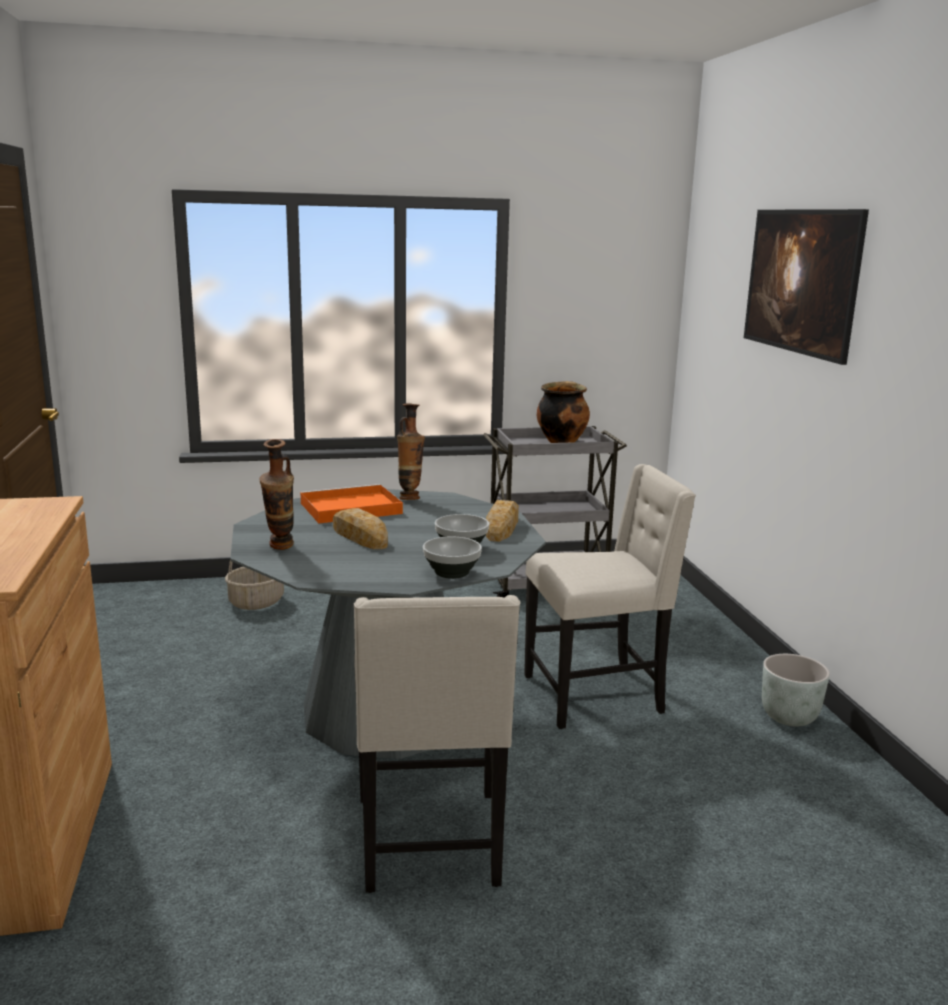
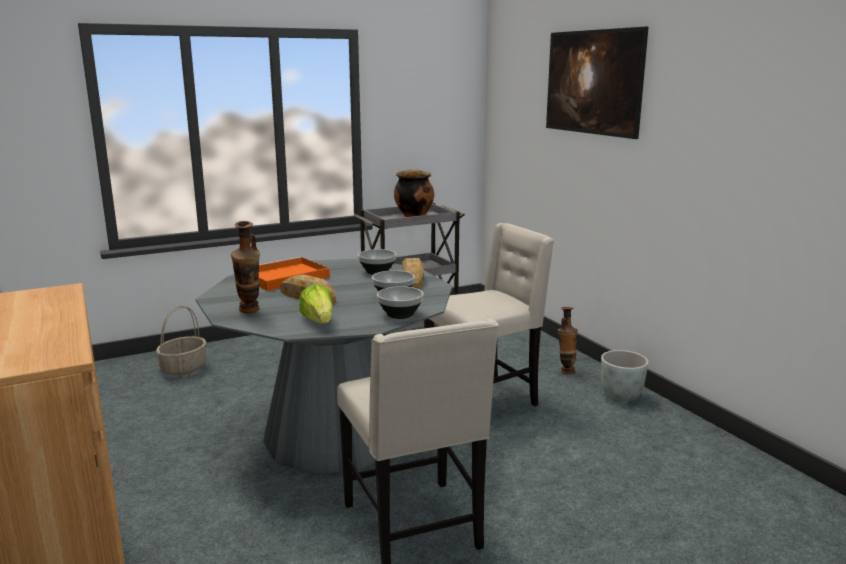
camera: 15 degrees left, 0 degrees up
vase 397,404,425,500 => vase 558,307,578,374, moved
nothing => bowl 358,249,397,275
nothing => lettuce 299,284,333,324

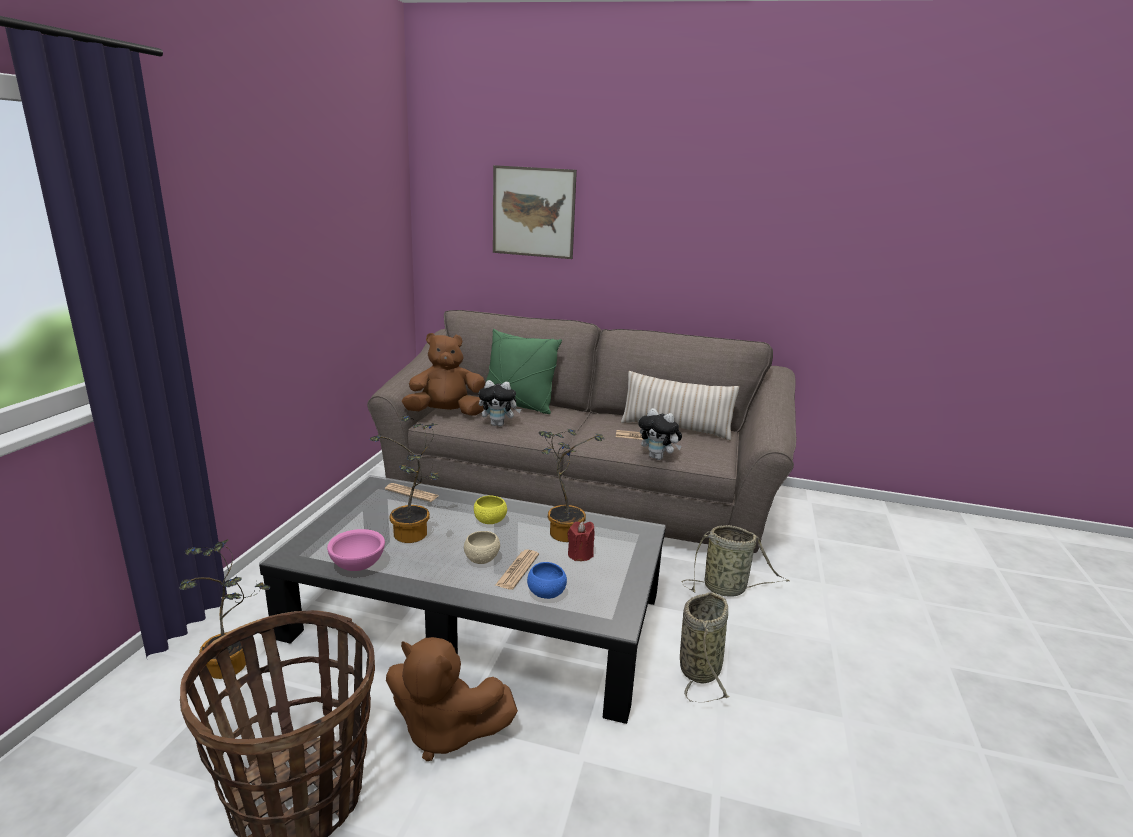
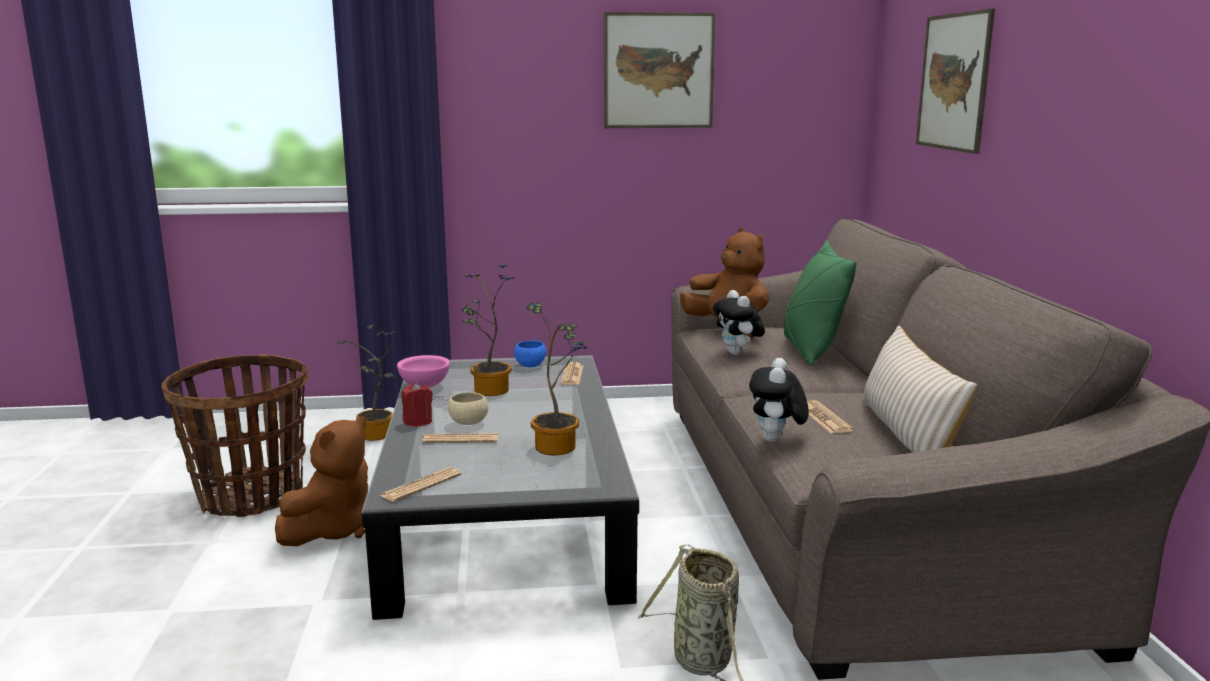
camera: 70 degrees right, 5 degrees down
bowl (yellow) 474,496,507,524 => nothing
candle (red) 568,521,595,561 => candle (red) 402,382,433,427, moved
bowl (blue) 527,562,567,599 => bowl (blue) 514,340,546,368, moved
basket 680,592,730,702 => nothing
plush toy (brown) 386,637,518,761 => plush toy (brown) 275,416,368,546, 150 degrees counterclockwise
nothing => picture 604,12,715,128
nothing => newspaper 380,467,461,502

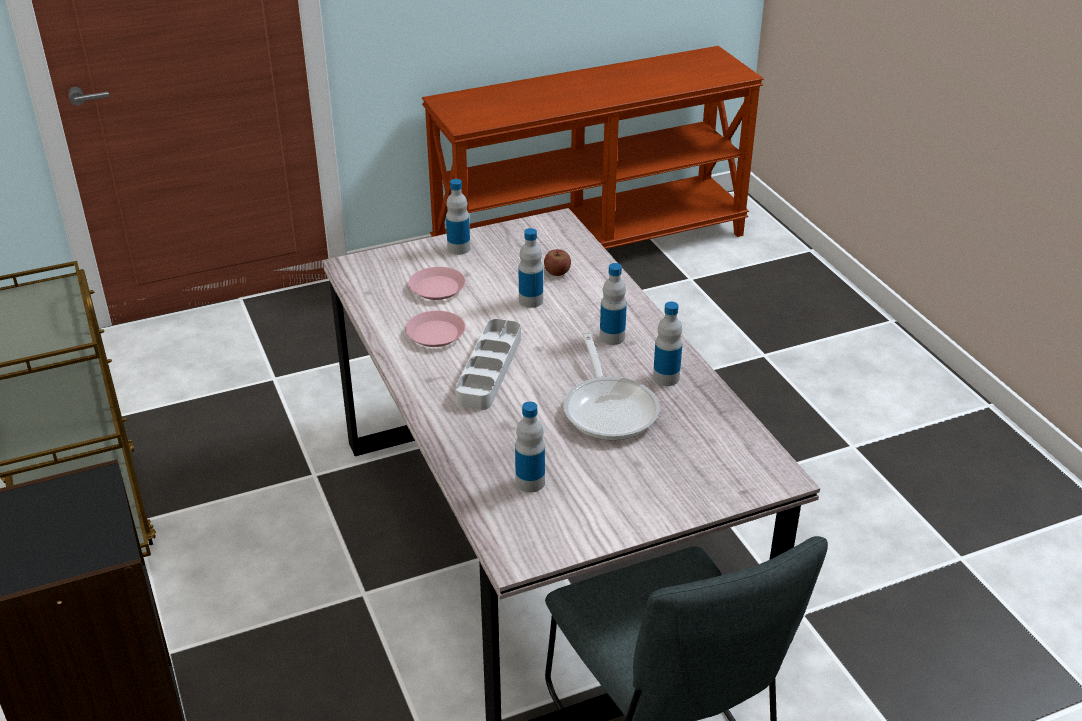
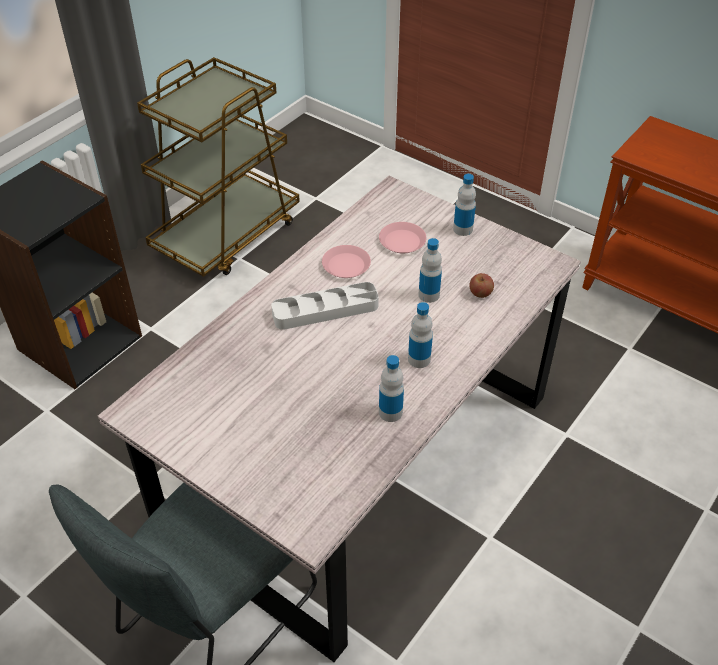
camera: 60 degrees right, 10 degrees up
frying pan 563,333,660,441 => nothing
bottle 515,402,545,493 => nothing

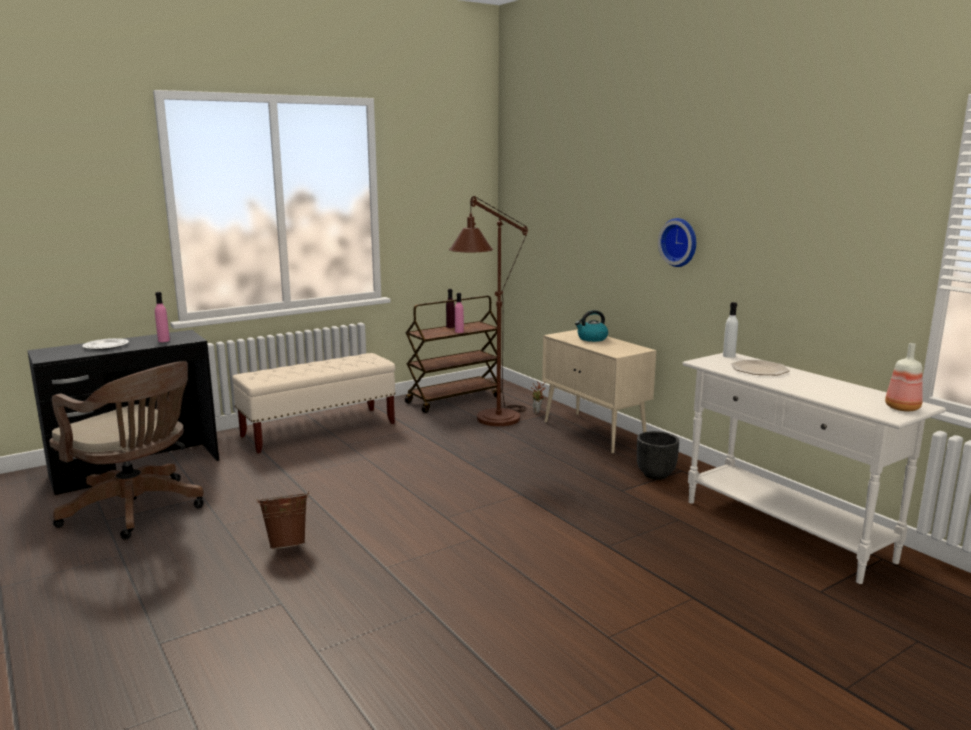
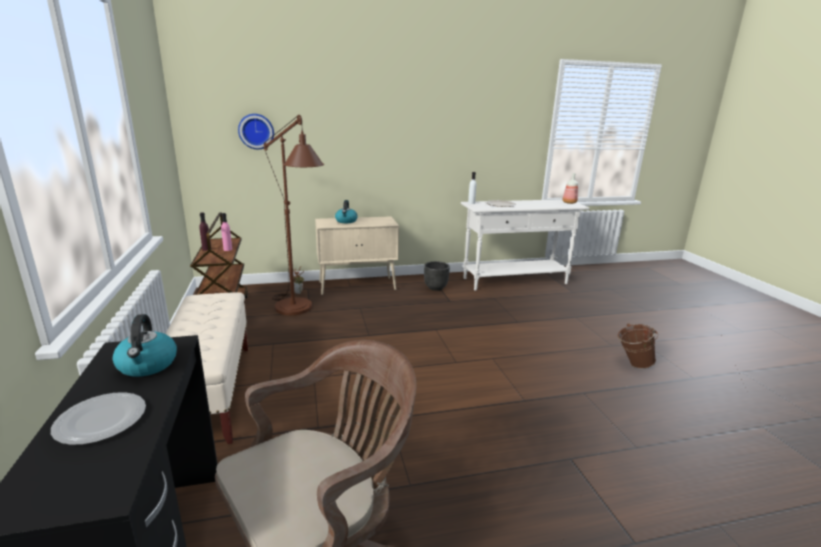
camera: 70 degrees left, 5 degrees up
wall clock 658,218,696,267 => wall clock 238,114,274,149, moved
bottle (pink) 155,292,170,342 => kettle 112,314,177,377
bucket (brown) 256,490,310,549 => bucket (brown) 618,323,658,369, moved

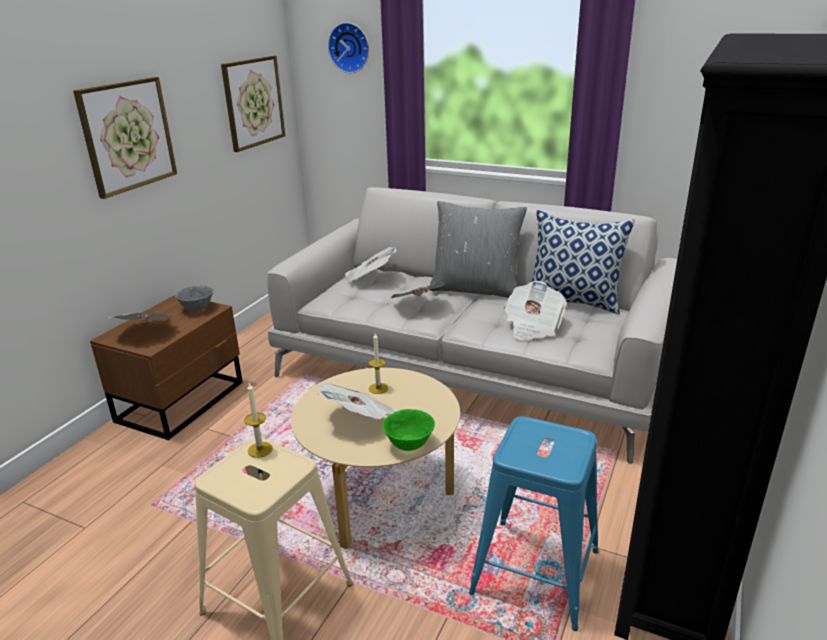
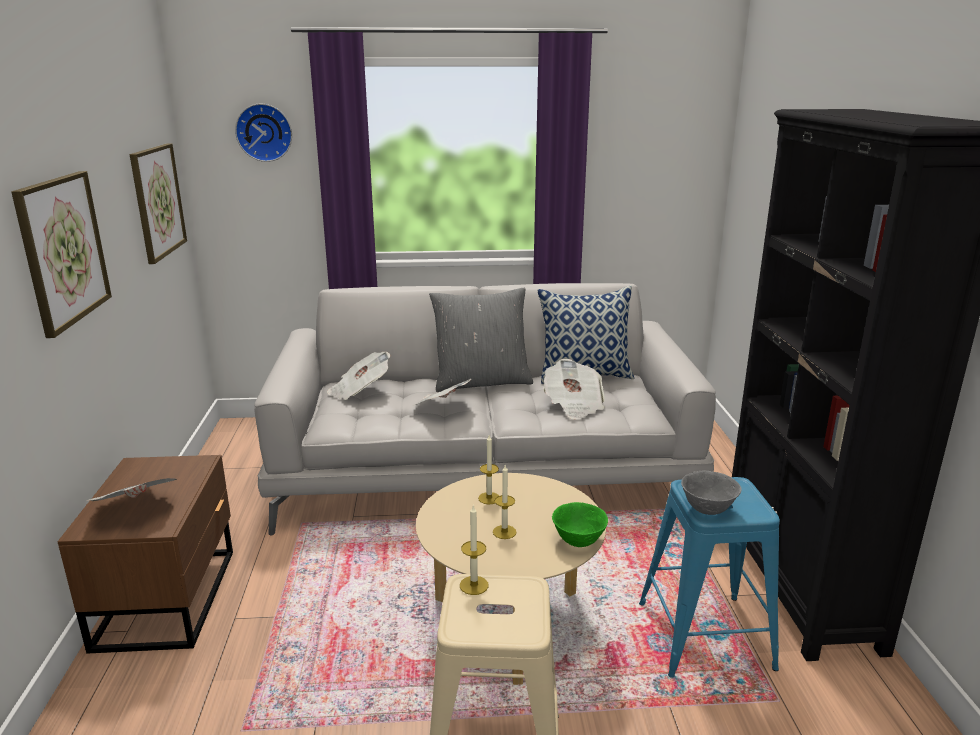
camera: 30 degrees left, 5 degrees down
bowl (grey) 175,285,214,311 => bowl (grey) 681,471,742,515, moved
newspaper 317,383,399,420 => candle 493,465,517,539

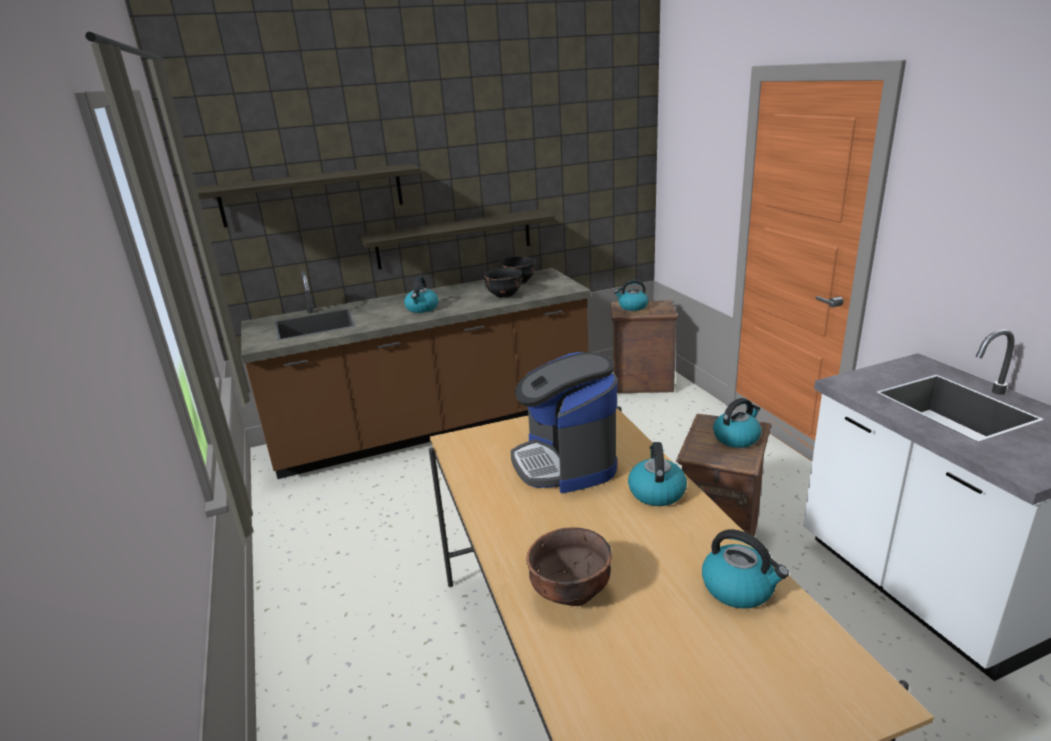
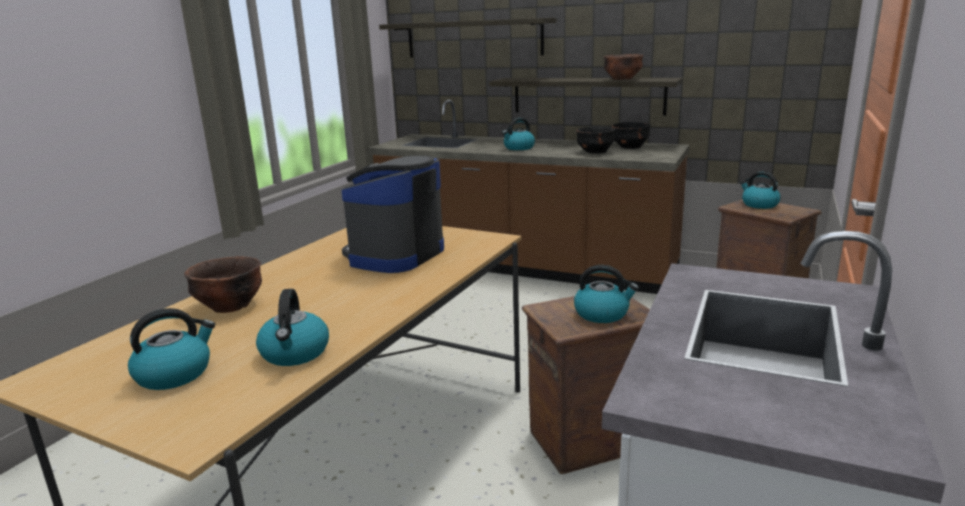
camera: 45 degrees right, 5 degrees down
kettle 628,442,687,506 => kettle 128,308,215,390, moved
nothing => bowl (brown) 604,54,644,80

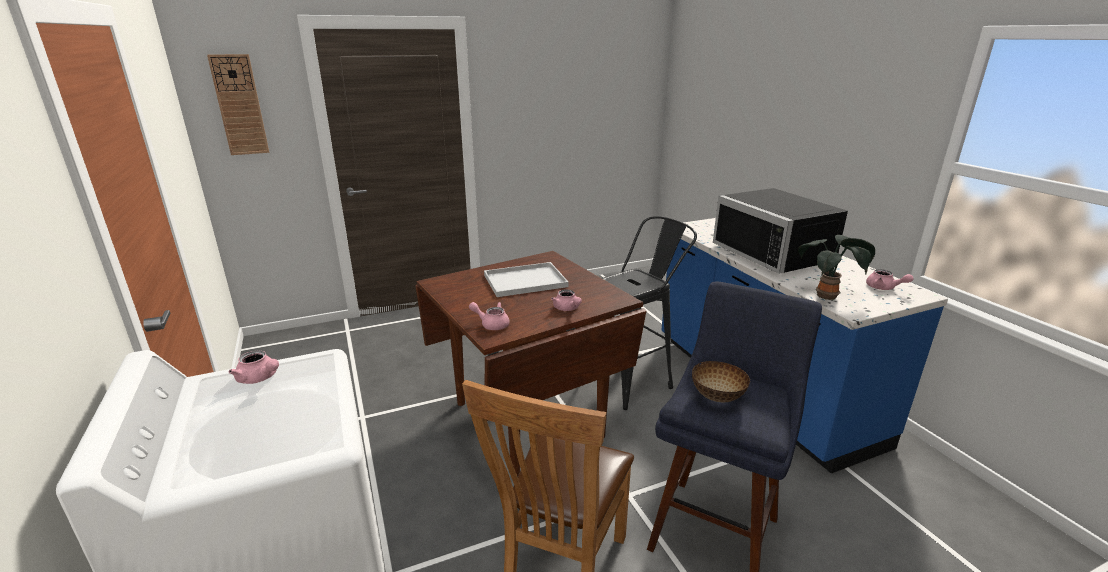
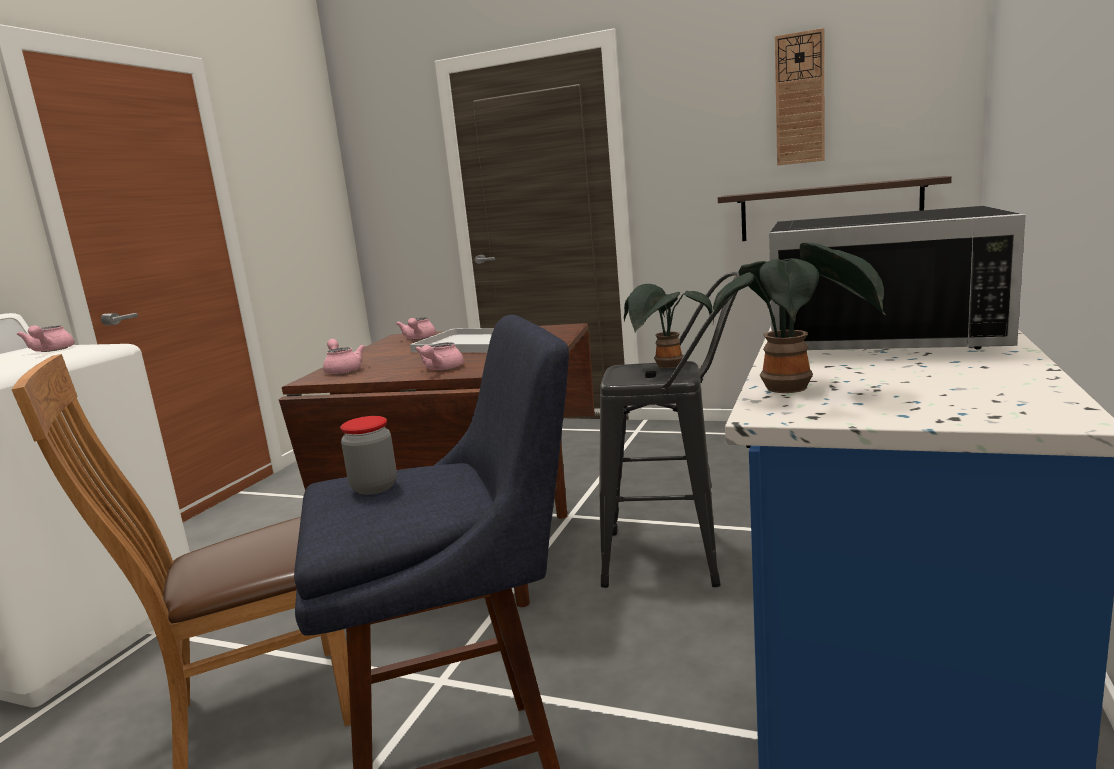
camera: 45 degrees right, 10 degrees down
wall clock 207,54,269,155 => wall clock 775,28,825,165, moved
microwave (black) 713,188,848,274 => microwave (black) 769,206,1026,350, 90 degrees counterclockwise
teapot (pink) 866,269,913,290 => teapot (pink) 396,318,436,340, moved
bowl 692,361,750,402 => jar 340,416,397,495
nothing => shelf 718,176,952,241
nothing => potted plant 624,284,713,368

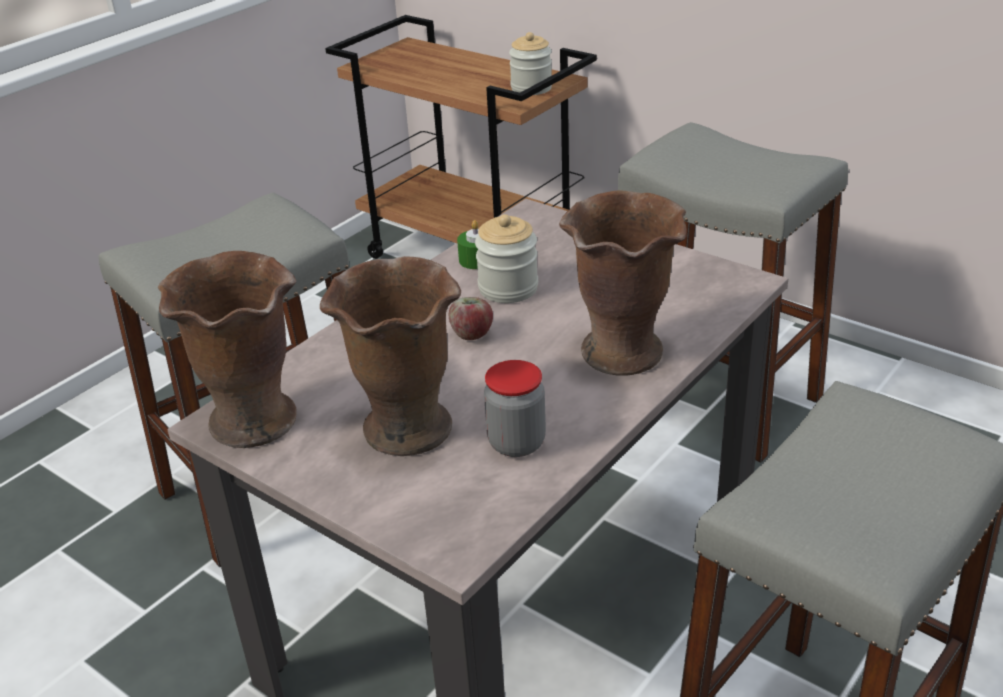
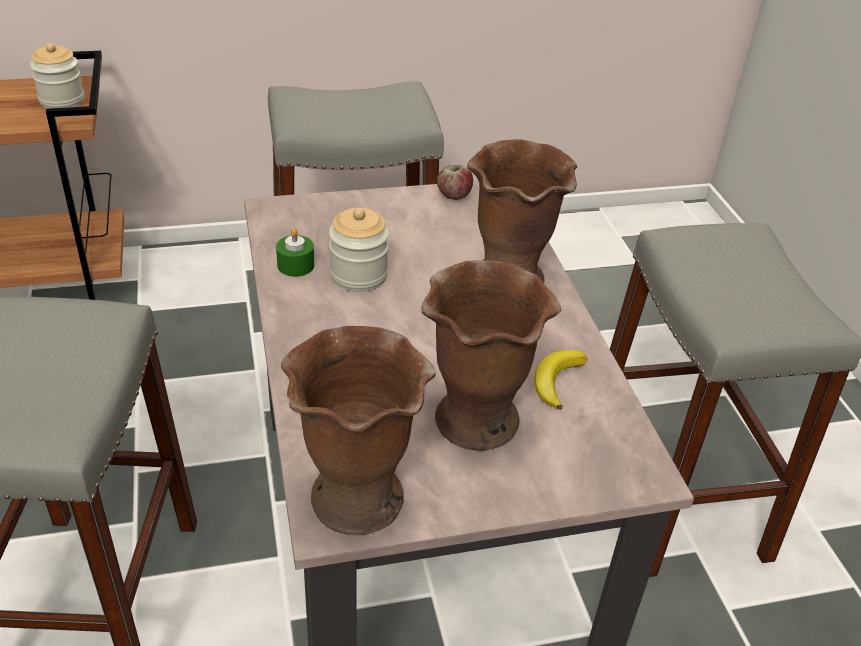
camera: 55 degrees left, 5 degrees up
apple 449,297,493,340 => apple 437,165,473,200, moved
jar 484,360,546,457 => banana 534,350,588,410

